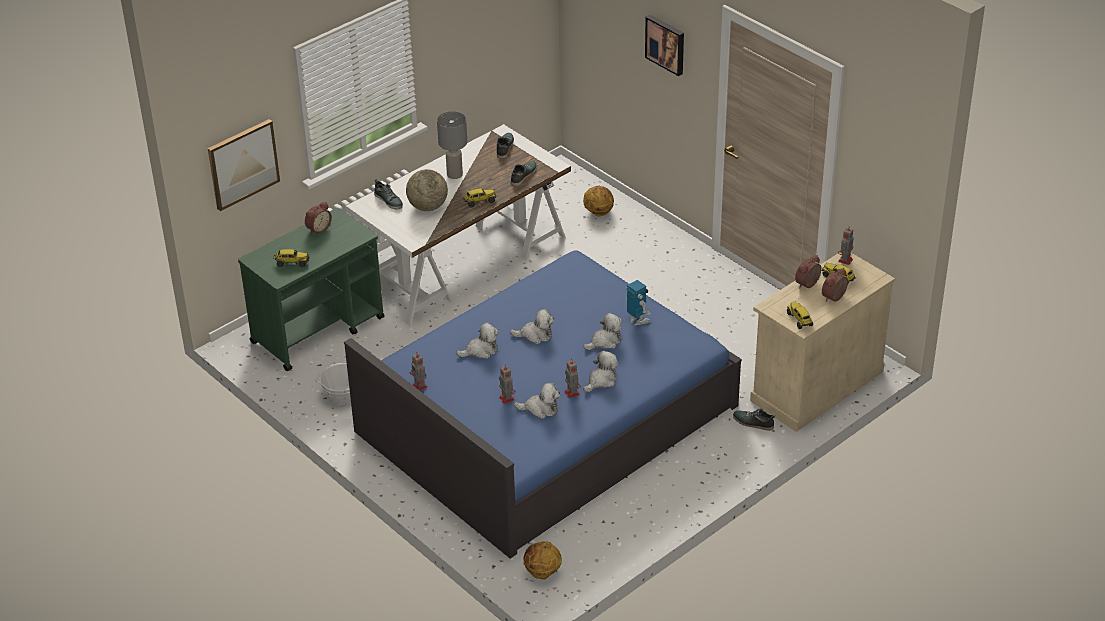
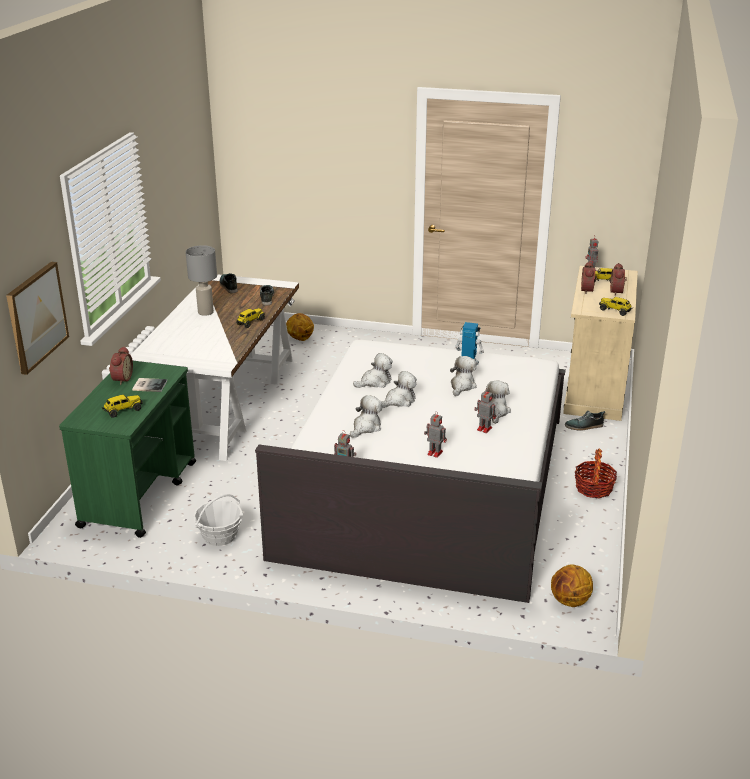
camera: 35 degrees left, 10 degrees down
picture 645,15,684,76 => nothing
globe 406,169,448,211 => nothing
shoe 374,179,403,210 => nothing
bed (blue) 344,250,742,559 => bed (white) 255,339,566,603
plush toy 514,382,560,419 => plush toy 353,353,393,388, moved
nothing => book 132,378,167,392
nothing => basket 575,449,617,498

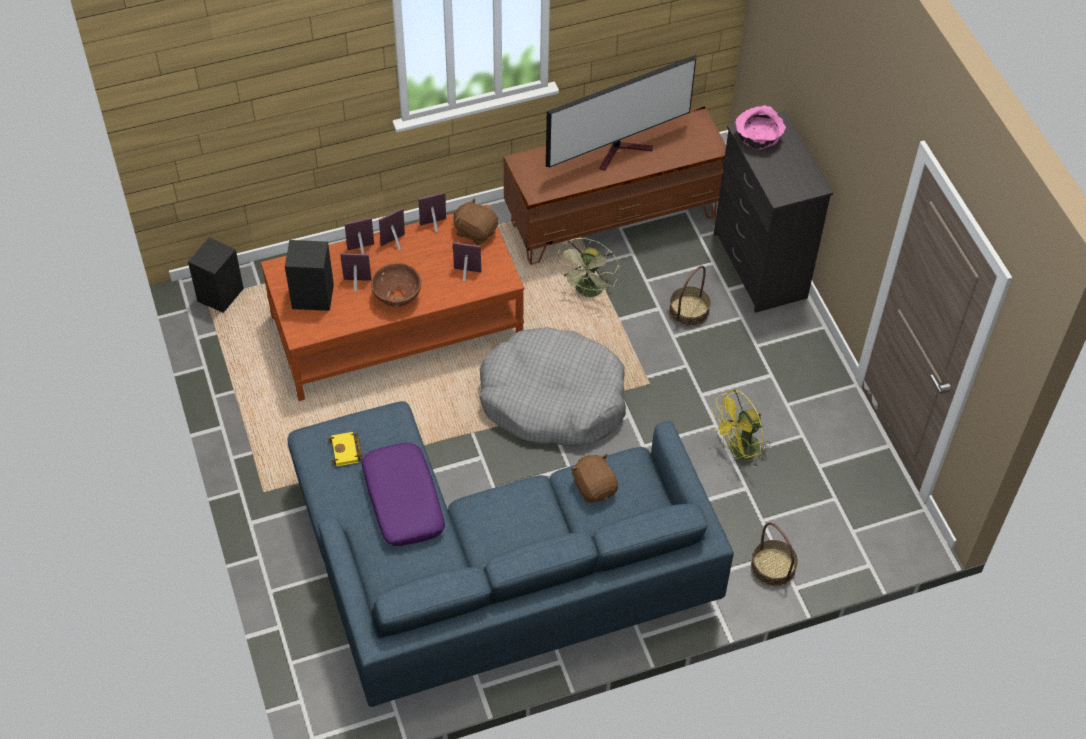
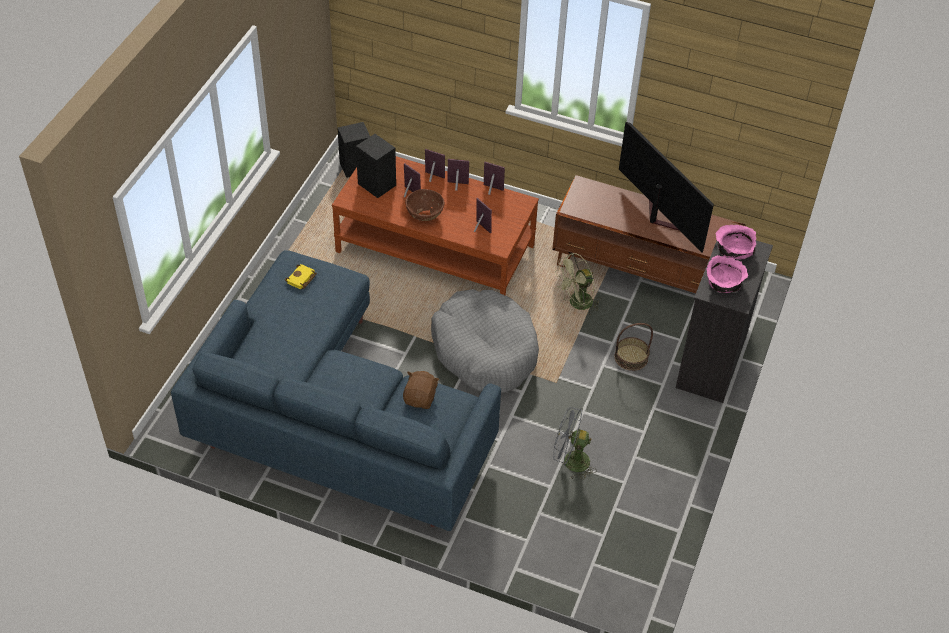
camera: 40 degrees right, 5 degrees down
television 546,55,696,171 => television 619,122,714,253, 135 degrees counterclockwise
plush toy (brown) 453,198,498,245 => nothing
fan (yellow) 711,389,770,466 => fan (grey) 553,407,597,480
pillow (purple) 361,443,445,546 => nothing
basket 751,522,798,587 => nothing
nothing => bowl (pink) 706,255,749,293

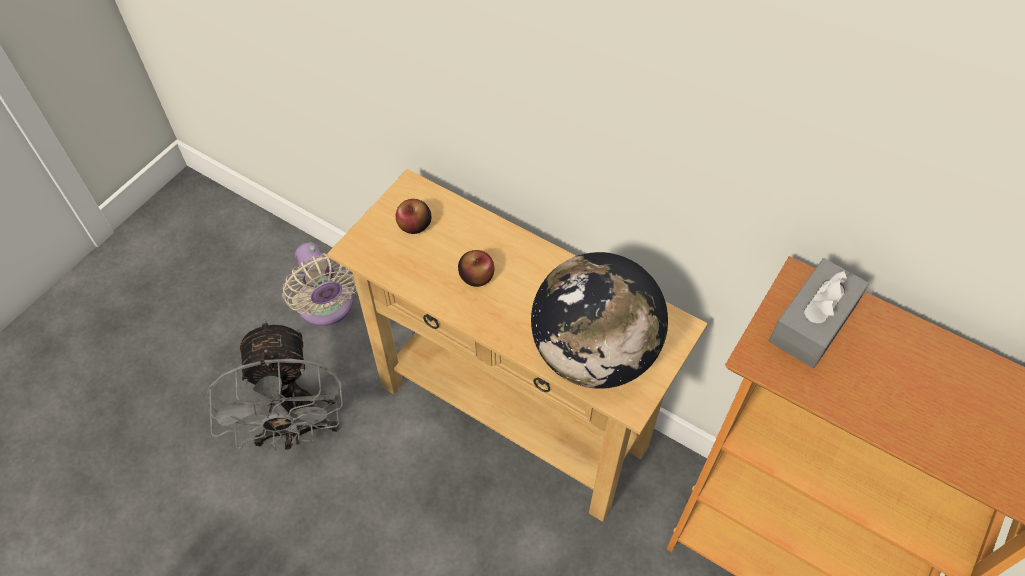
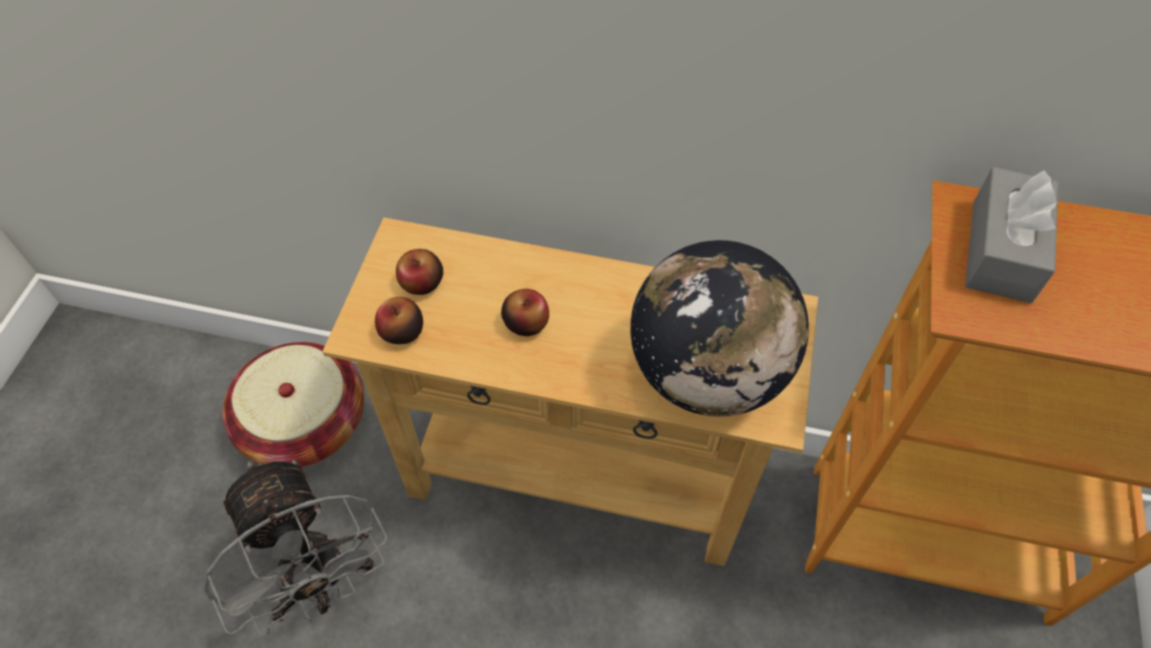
camera: 20 degrees left, 0 degrees up
fan (beige) 282,242,357,326 => basket 223,342,364,467
nothing => apple 375,297,423,344

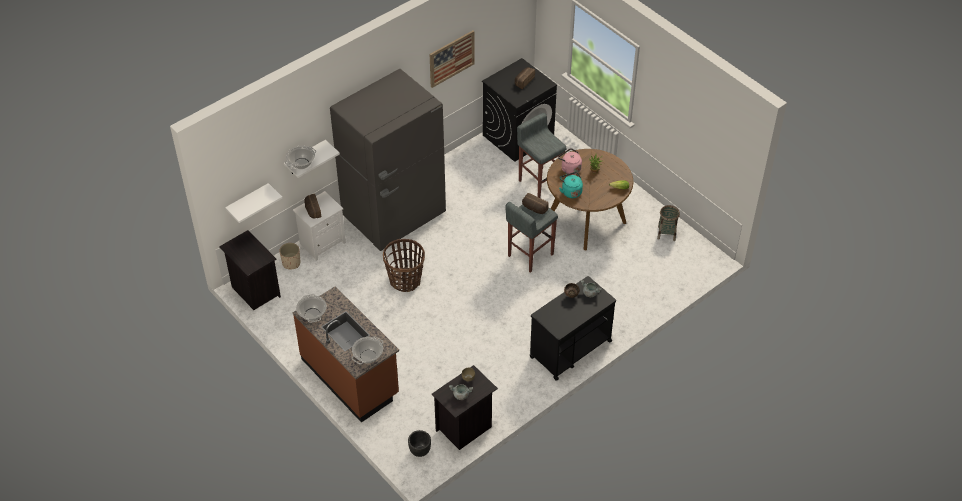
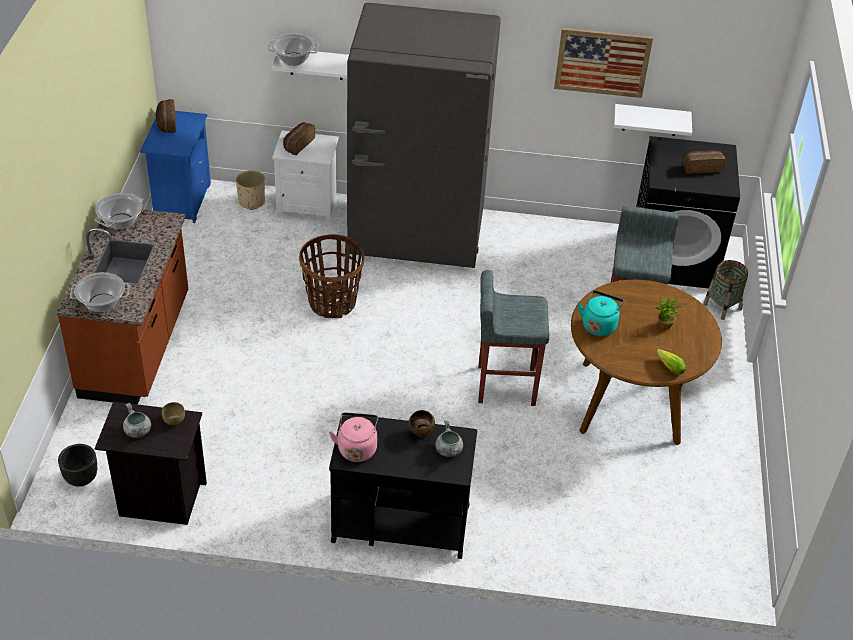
camera: 45 degrees right, 5 degrees down
kettle (pink) 558,148,582,175 => kettle (pink) 329,413,378,462, moved
shelf (white) 225,183,282,223 => shelf (white) 614,104,692,136, moved
bread 522,193,549,214 => bread 156,99,176,133, moved
basket 657,205,680,241 => basket 703,260,748,320, moved
nightstand (black) 219,230,281,310 => nightstand (blue) 140,111,211,223

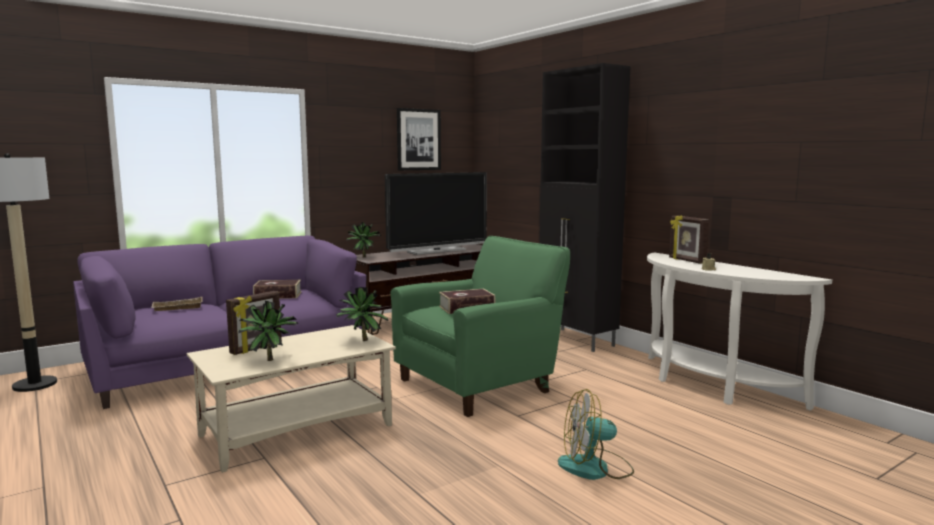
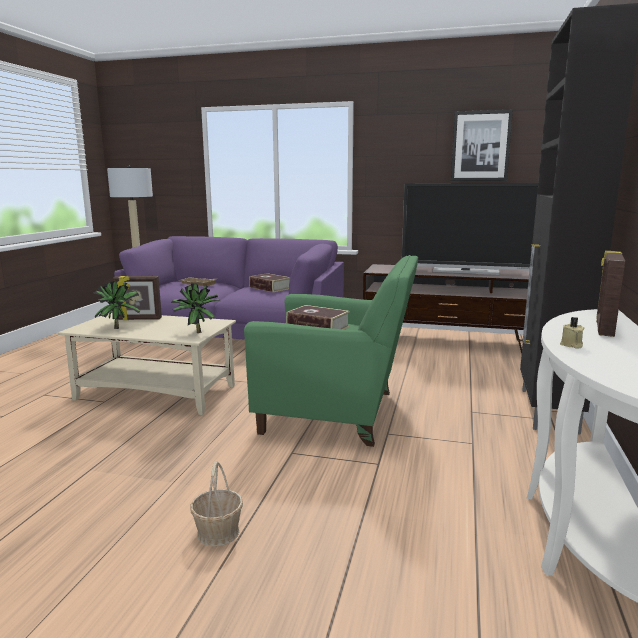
camera: 50 degrees right, 5 degrees up
potted plant 346,222,381,258 => nothing
fan 558,389,634,480 => basket 190,461,243,547

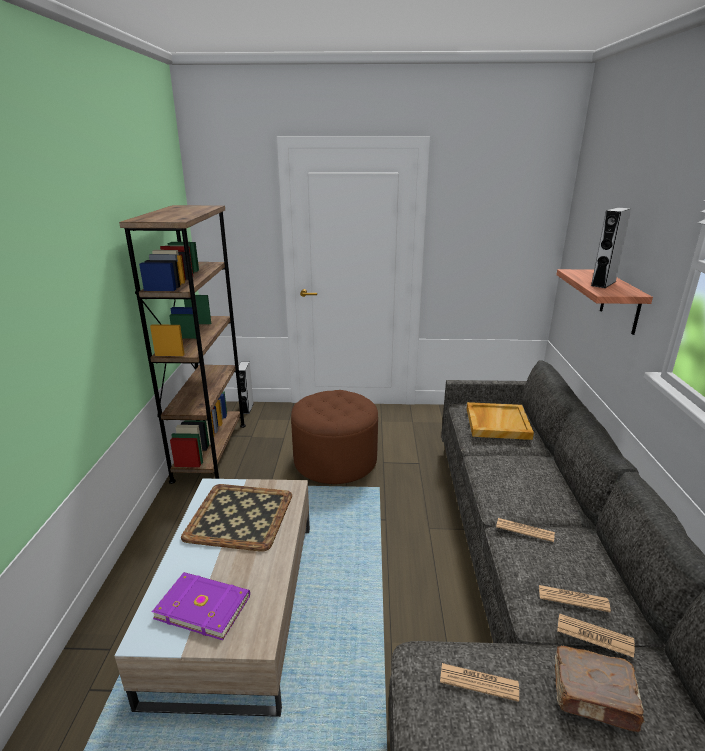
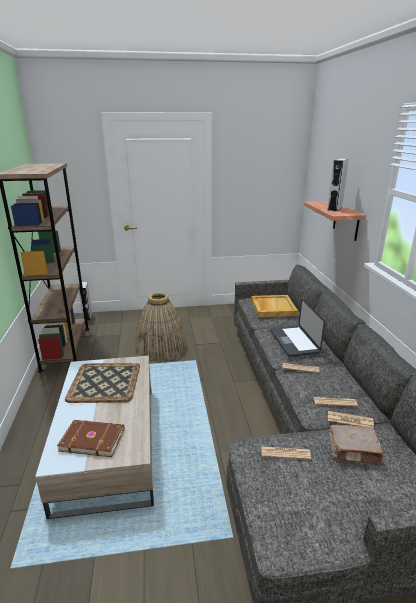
camera: 10 degrees left, 0 degrees up
ottoman (brown) 291,390,378,485 => basket 135,293,187,360
book (purple) 152,572,250,640 => book (brown) 57,420,124,457
nothing => laptop 270,298,325,357

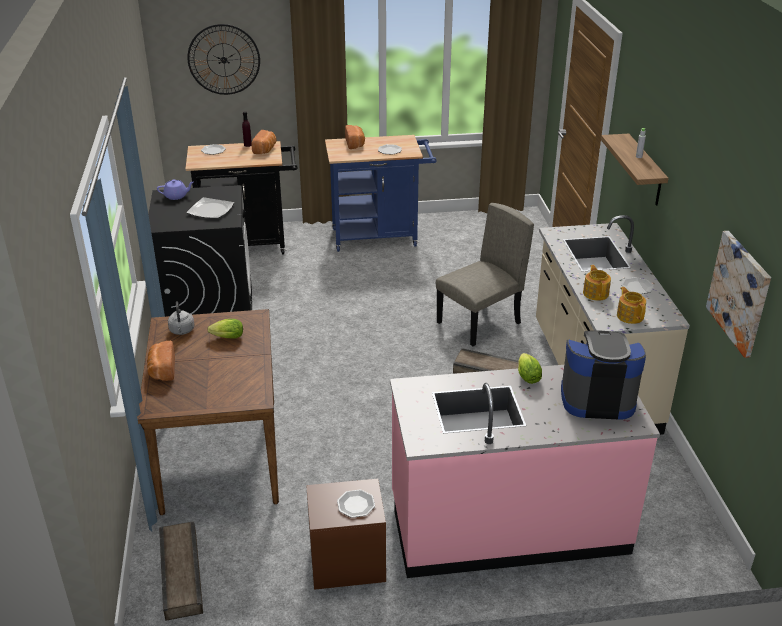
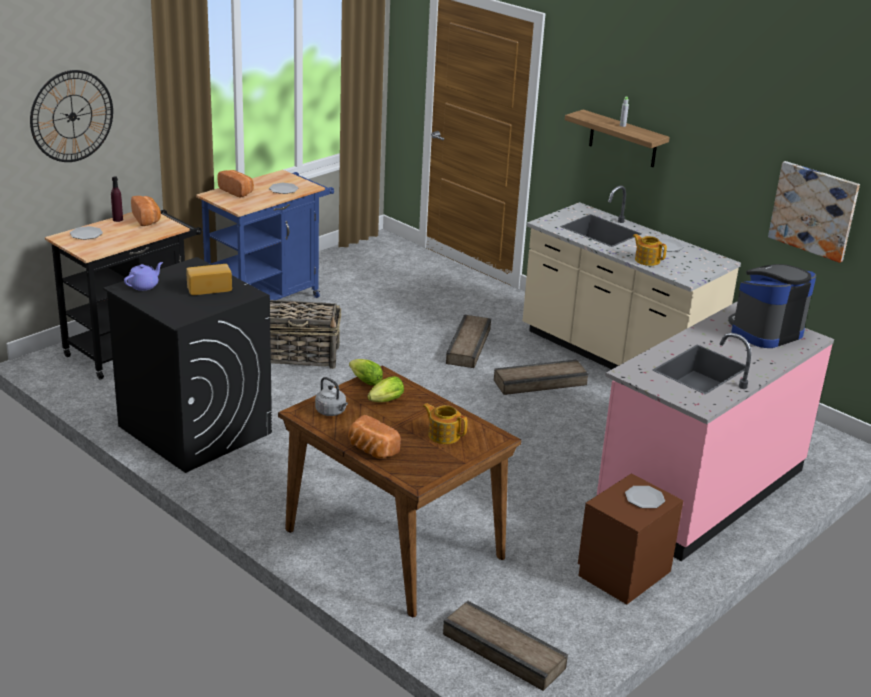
camera: 40 degrees left, 5 degrees down
plate 186,197,234,219 => bread 186,264,232,295
chair (beige) 436,203,534,346 => crate 446,315,491,368
teapot 617,287,646,324 => teapot 423,403,467,444, moved
lettuce 518,353,542,384 => lettuce 349,359,383,385, moved
nothing => basket 270,300,341,369

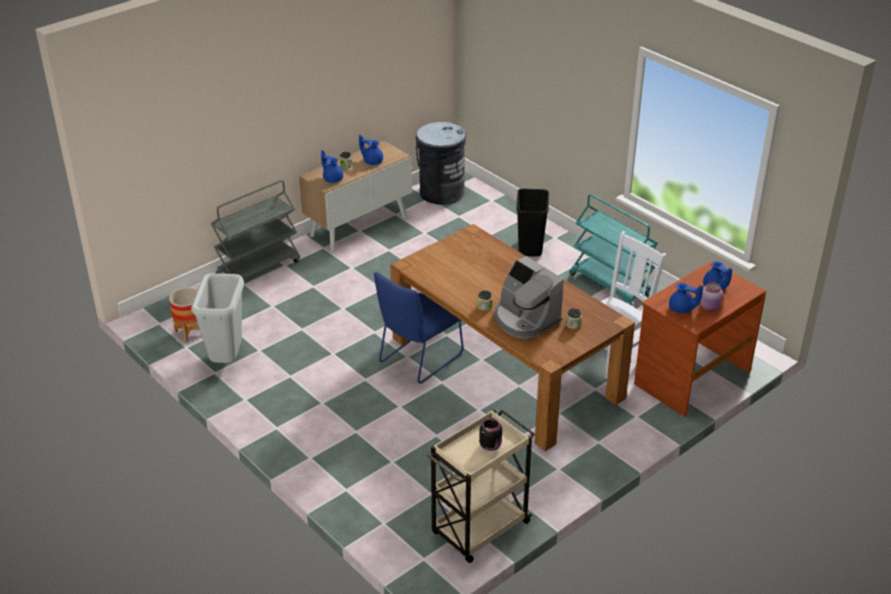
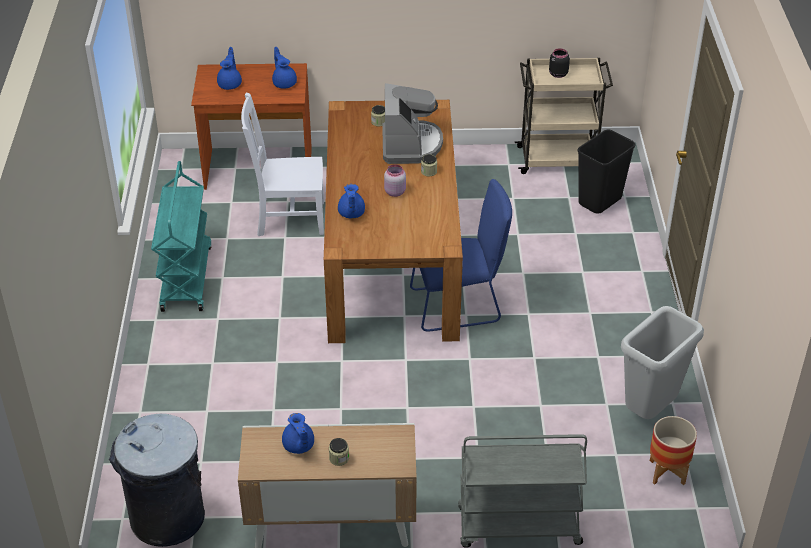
camera: 140 degrees left, 5 degrees up
teapot (blue) 321,150,343,183 => teapot (blue) 338,184,365,219, moved
trash can (black) 516,189,549,257 => trash can (black) 577,129,636,214, moved
jar (pink) 701,282,722,311 => jar (pink) 384,165,406,197, moved

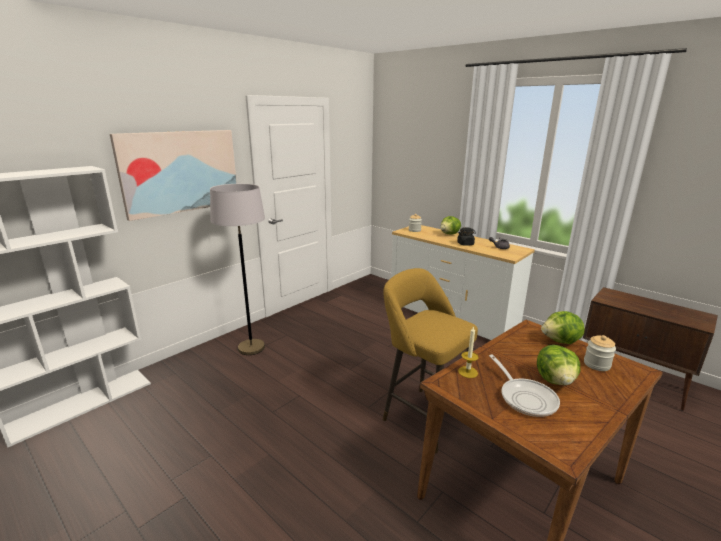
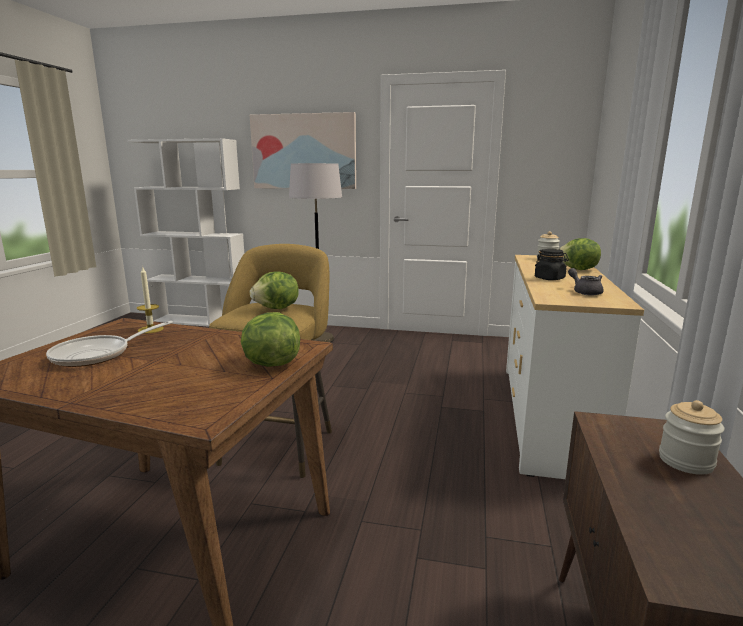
camera: 60 degrees right, 5 degrees down
jar 584,335,616,371 => jar 659,400,724,475, moved
lettuce 537,345,580,385 => lettuce 250,272,299,309, moved

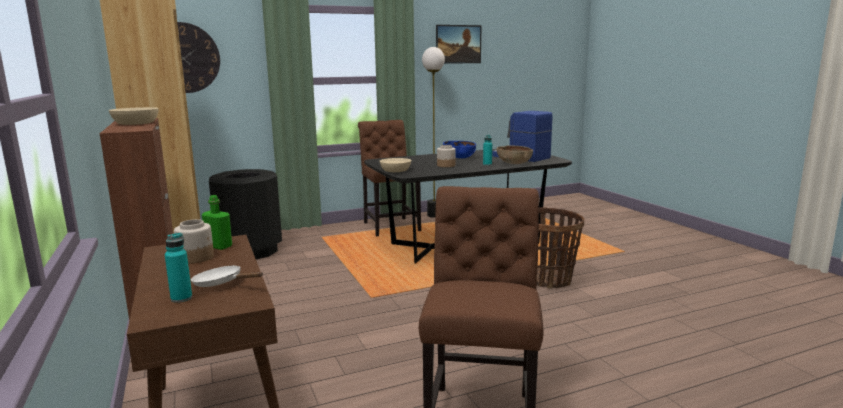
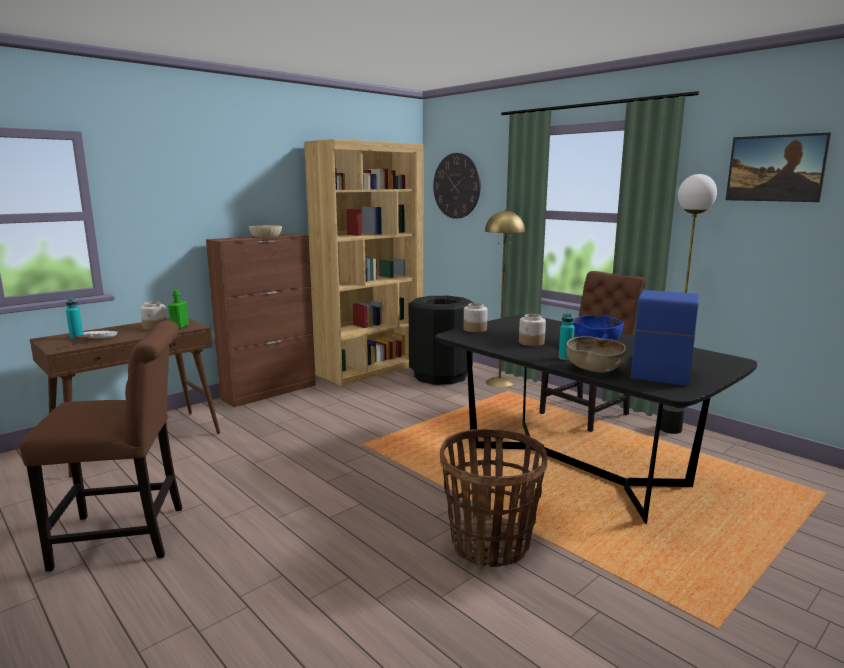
camera: 70 degrees right, 0 degrees up
bowl (beige) 380,158,411,172 => jar 464,303,488,332
nothing => floor lamp (yellow) 485,210,525,387

